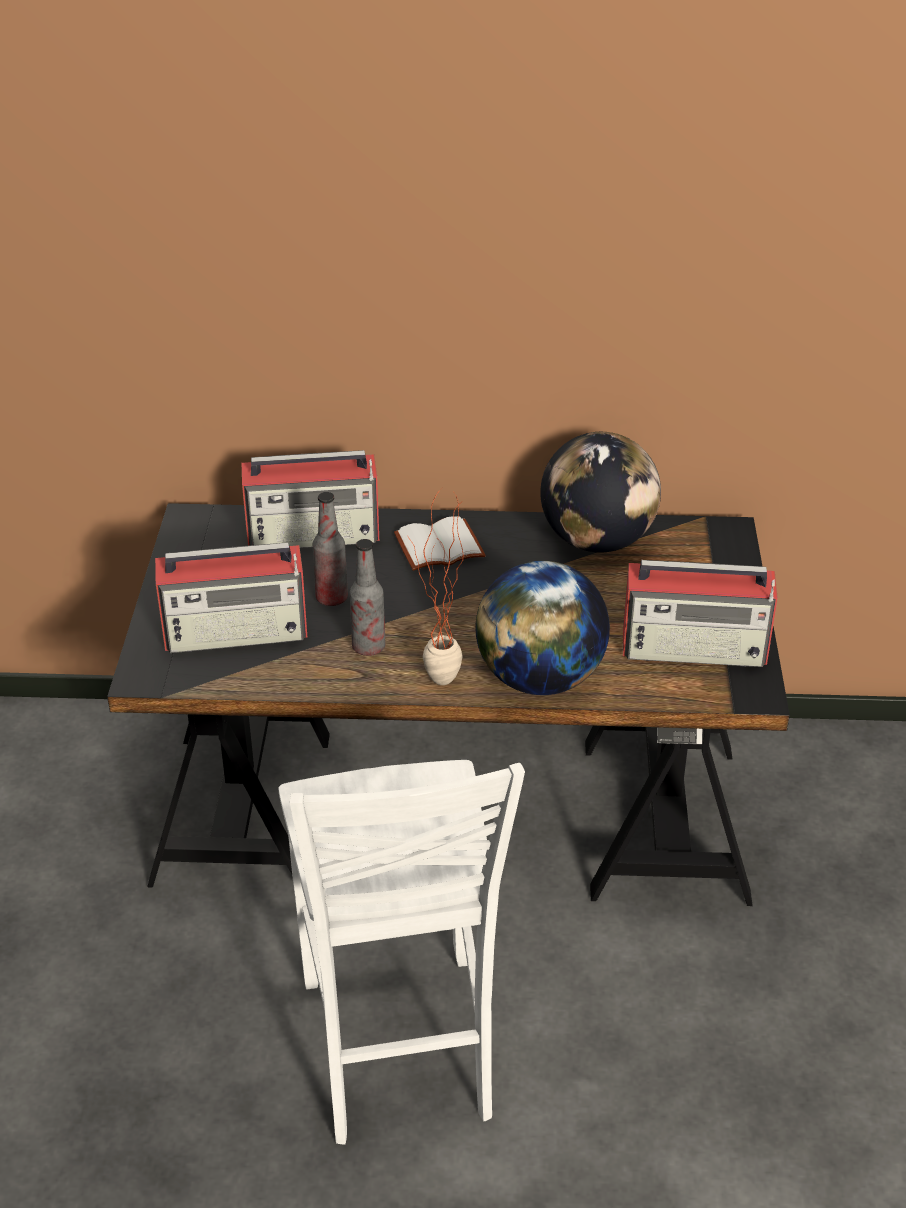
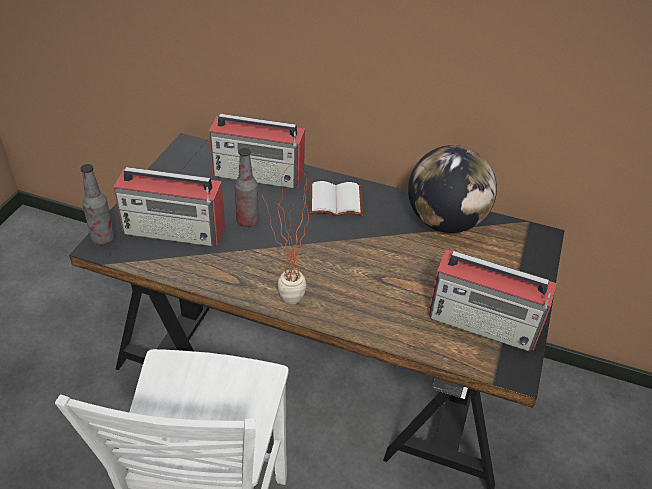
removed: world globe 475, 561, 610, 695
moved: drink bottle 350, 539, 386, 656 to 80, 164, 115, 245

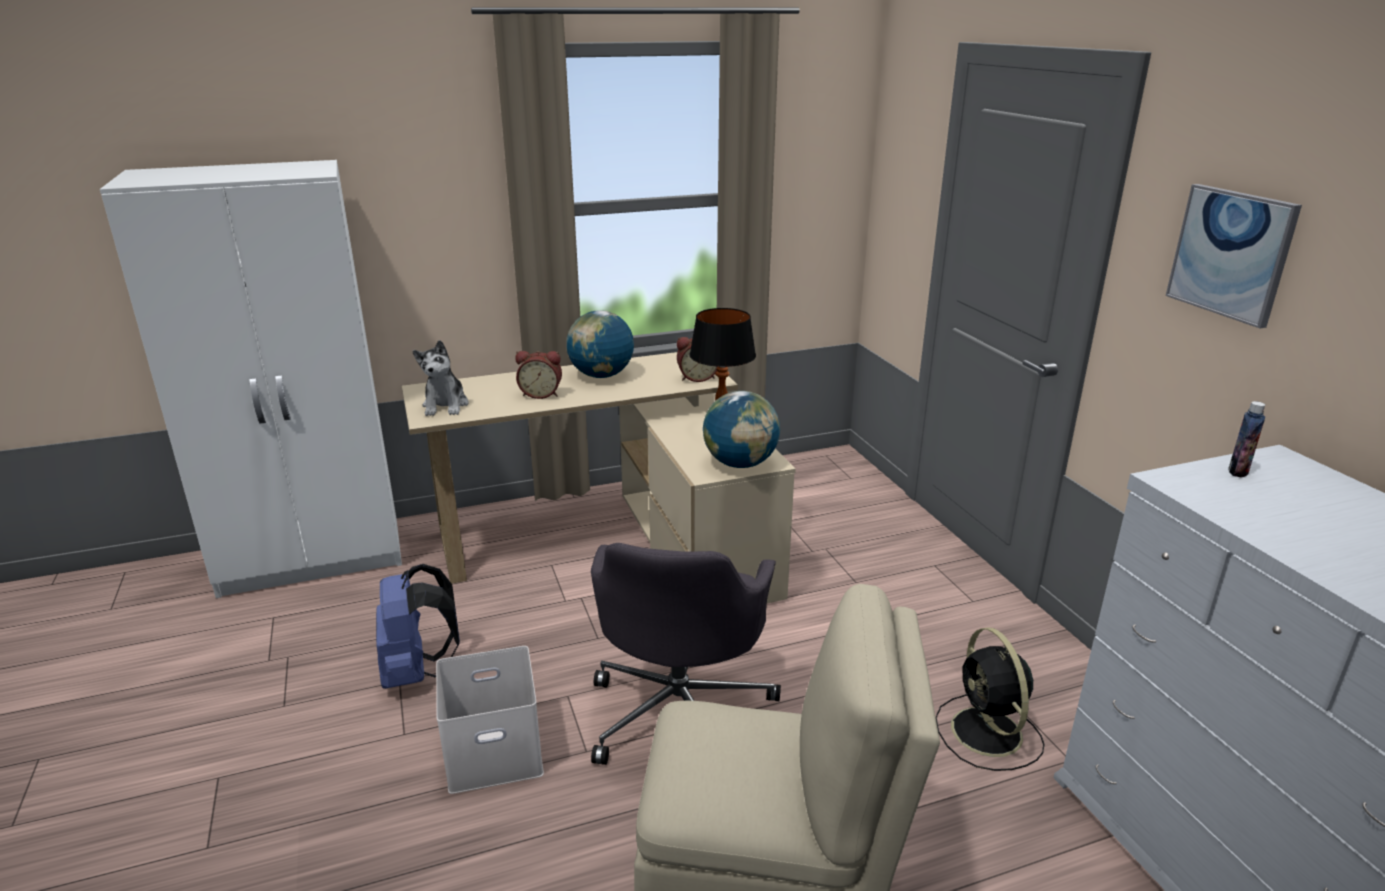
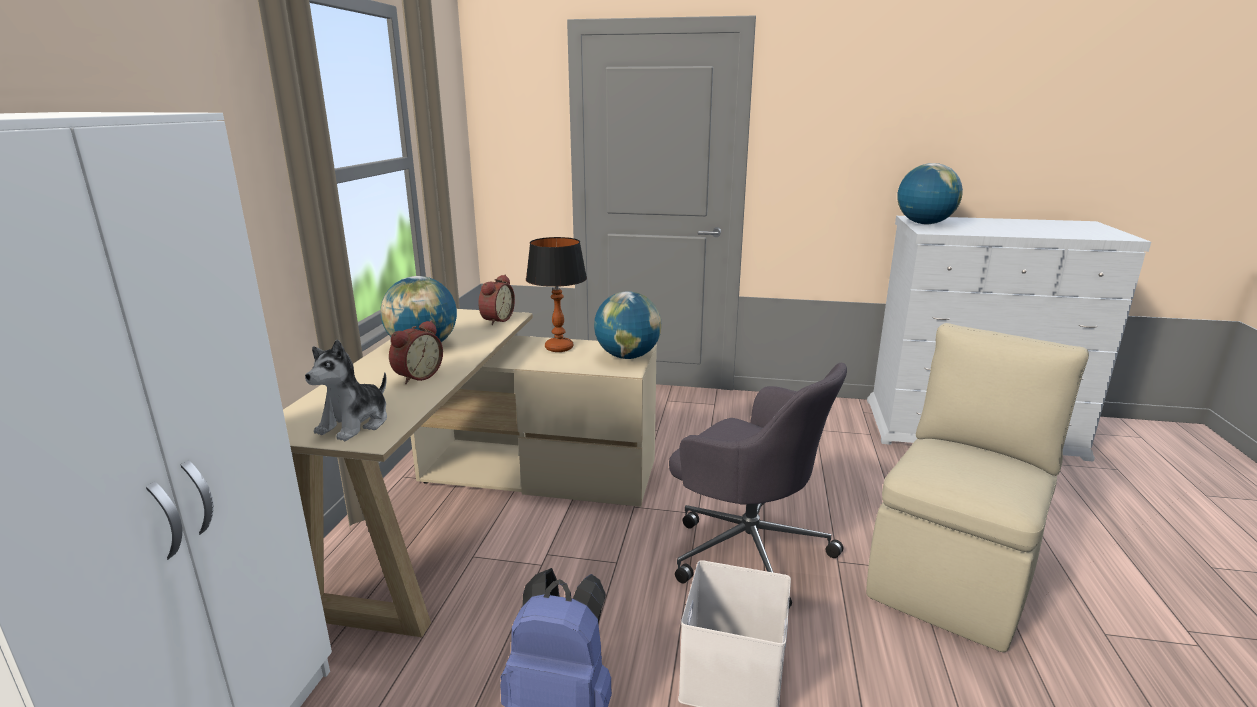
removed: cooling fan in black 936, 628, 1045, 771; wall art 1166, 184, 1302, 328
replaced: drink bottle 1228, 401, 1265, 478 to world globe 897, 163, 963, 224
turned: cuddly toy 413, 340, 469, 416 = 305, 339, 387, 441 90 degrees clockwise

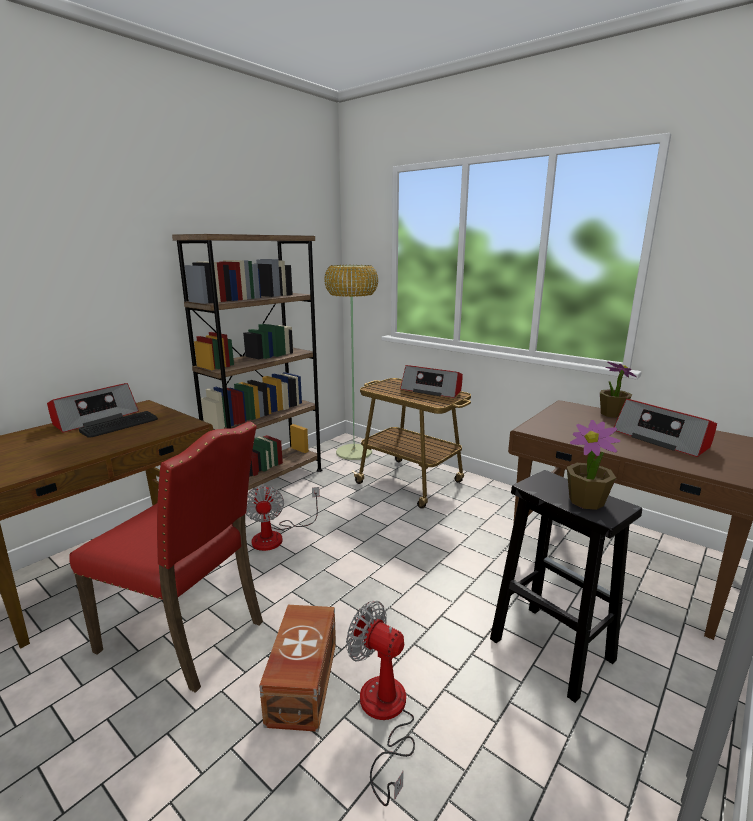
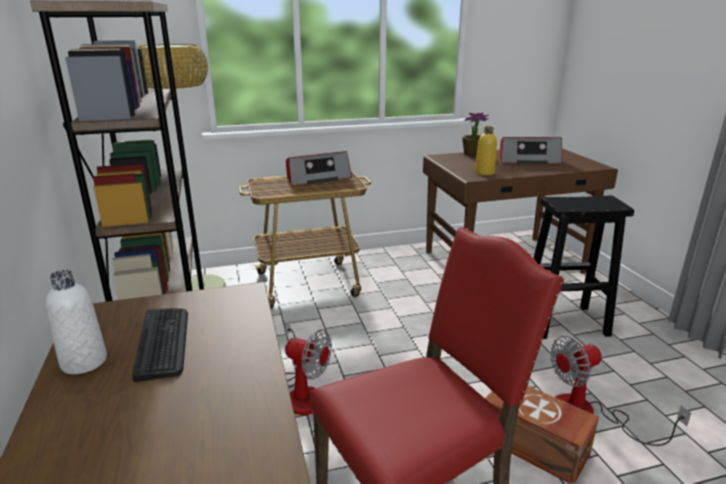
removed: plant in a pot 567, 420, 620, 510
added: drink bottle in yellow 475, 126, 497, 175
replaced: radio set 47, 383, 139, 433 to drink bottle in white 45, 270, 107, 374

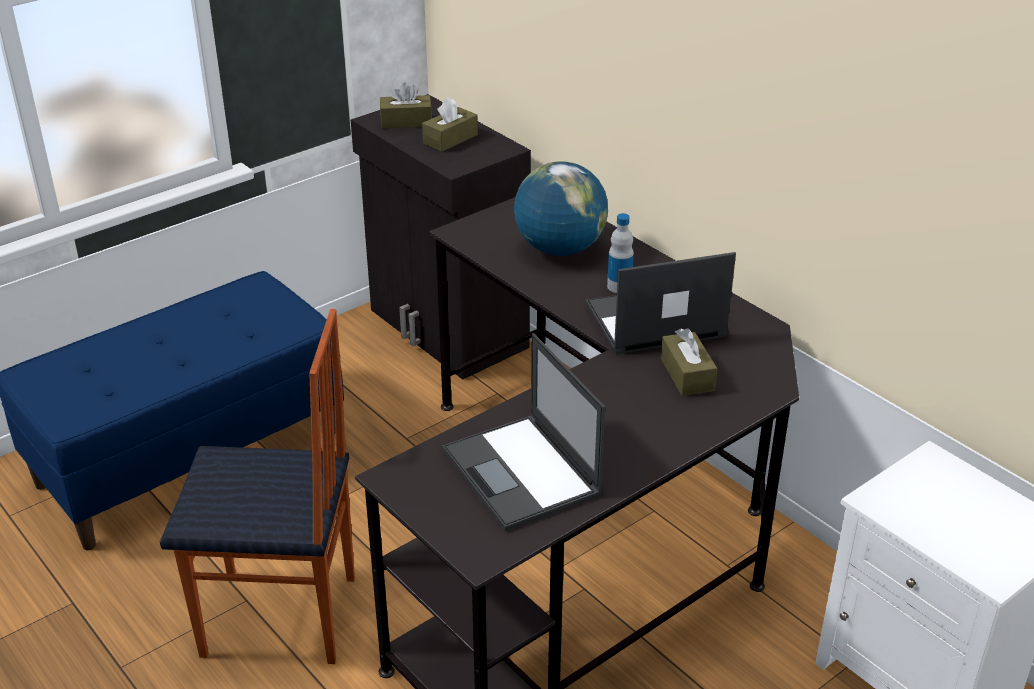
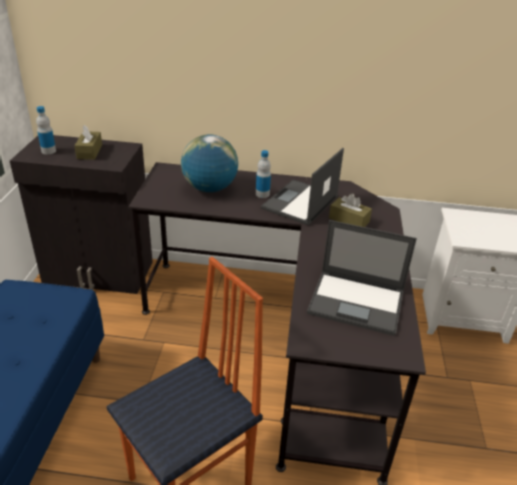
replaced: tissue box in brownish 380, 82, 432, 129 to drink bottle 36, 106, 56, 154

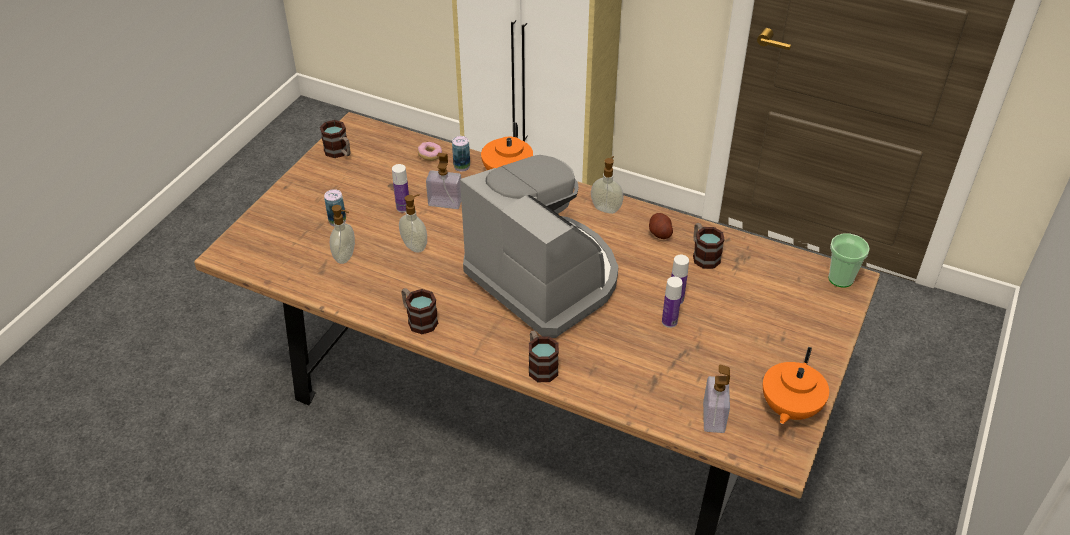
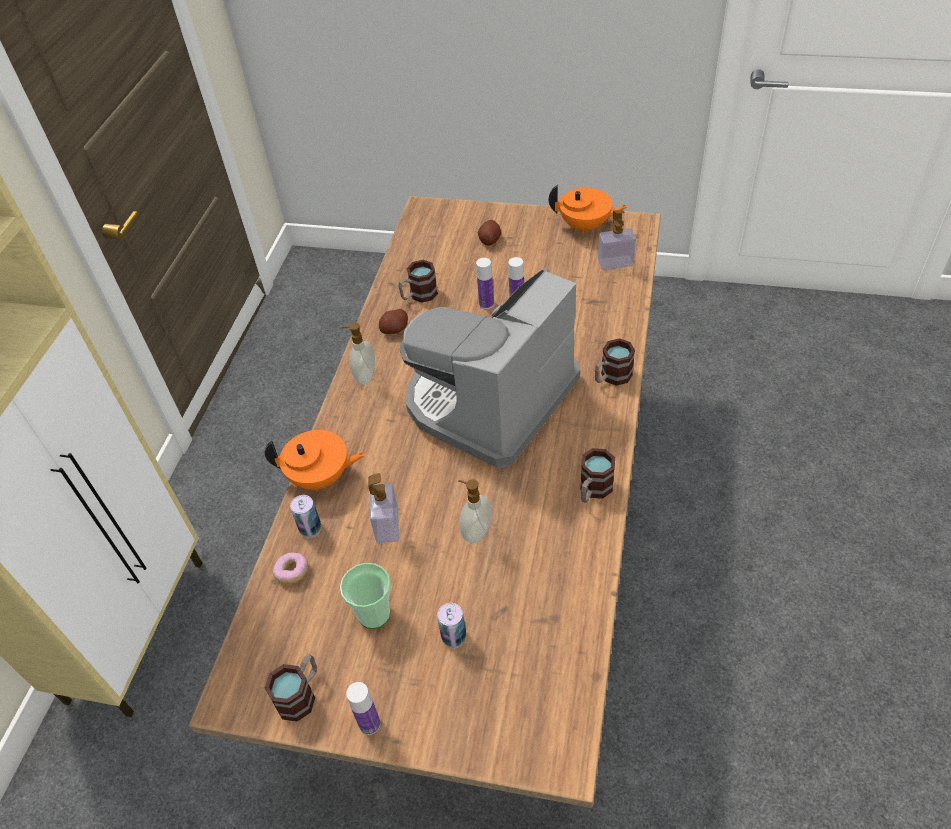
removed: soap dispenser 330, 205, 355, 264
added: whole potato 478, 220, 501, 246
moved: drink bottle 392, 164, 409, 212 to 346, 682, 380, 735; drinking cup 828, 234, 870, 288 to 340, 563, 391, 629

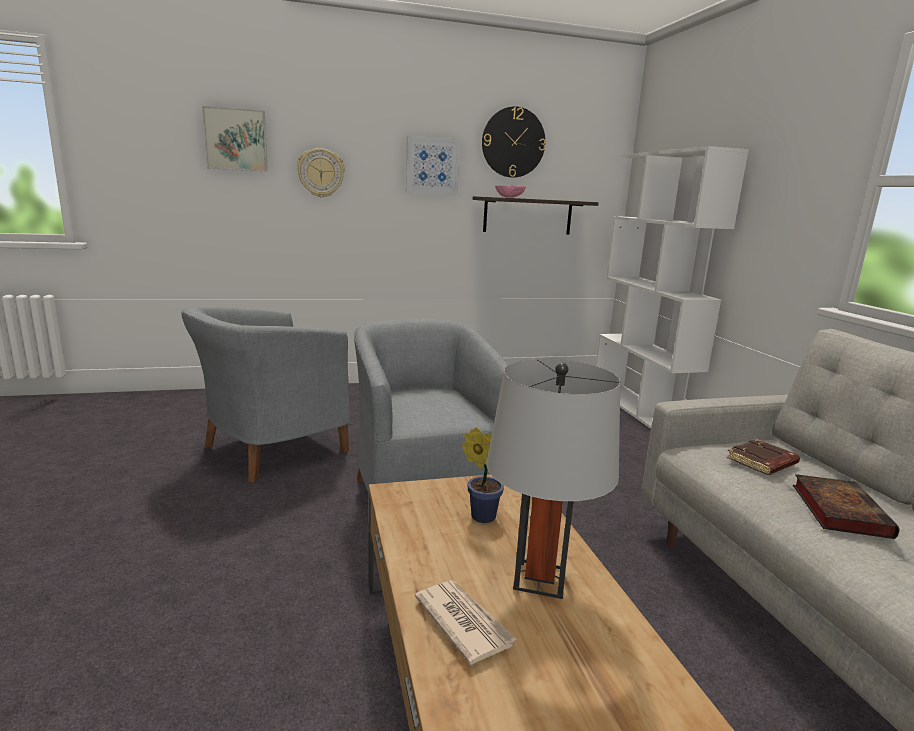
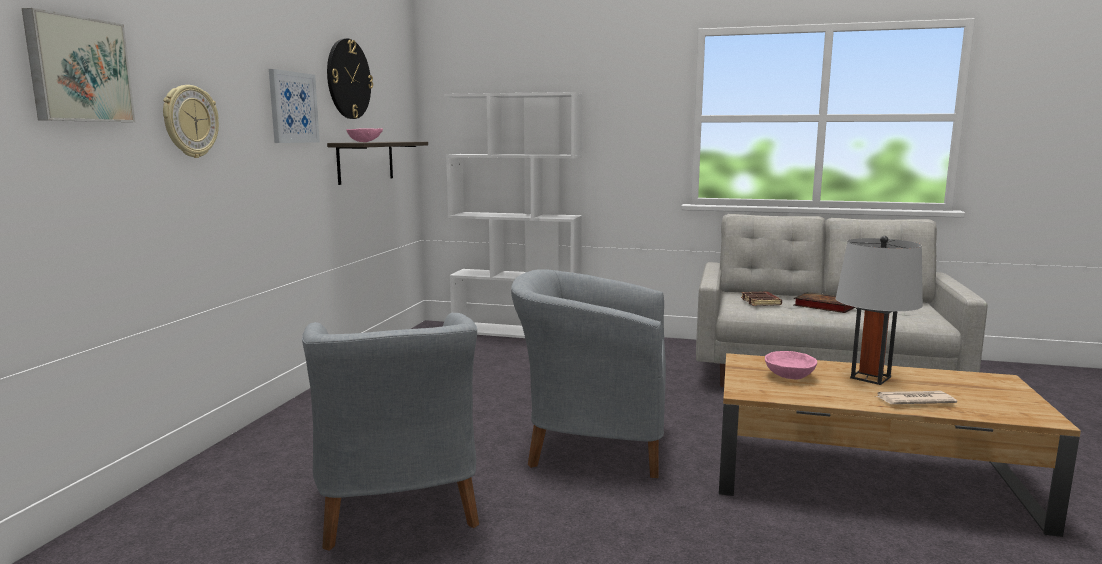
replaced: plant in a pot 462, 427, 504, 523 to deep dish in pink 765, 351, 817, 380

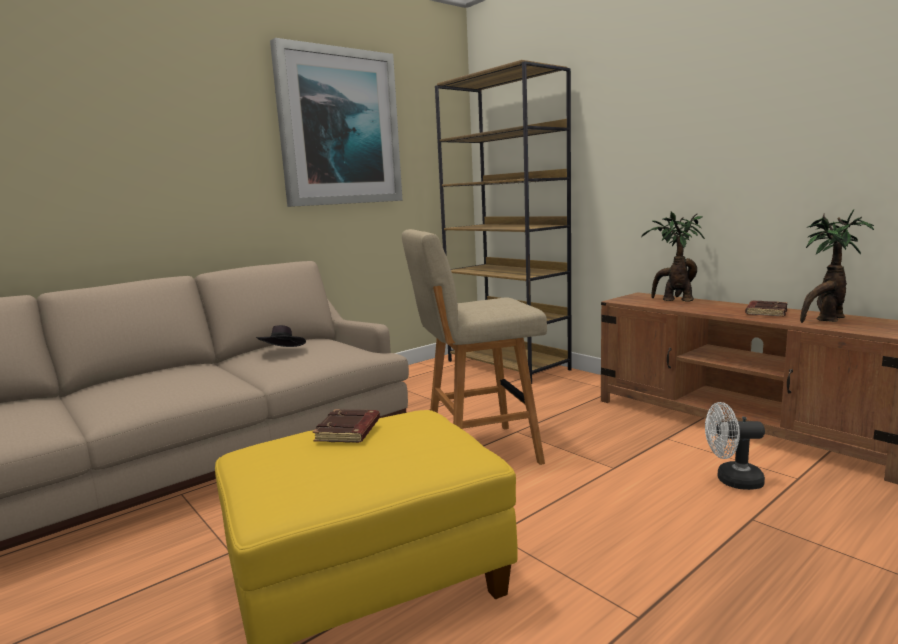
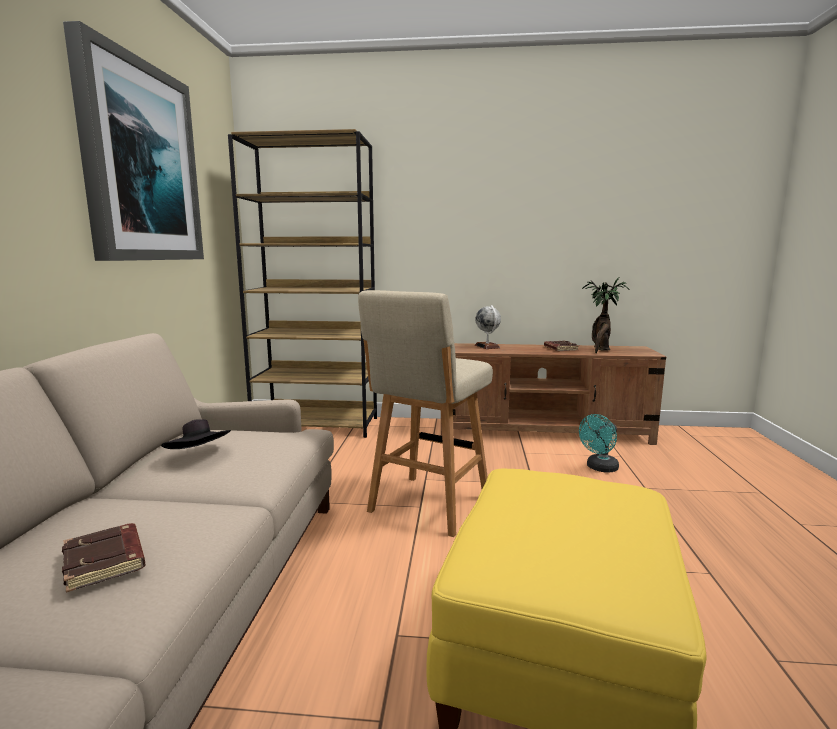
moved: bound book in brownish 313, 409, 380, 443 to 62, 523, 146, 593
replaced: plant in a pot 641, 212, 705, 301 to world globe 475, 305, 501, 349
recoloured: cooling fan in white 705, 402, 765, 490 to cooling fan in turquoise 579, 414, 619, 473

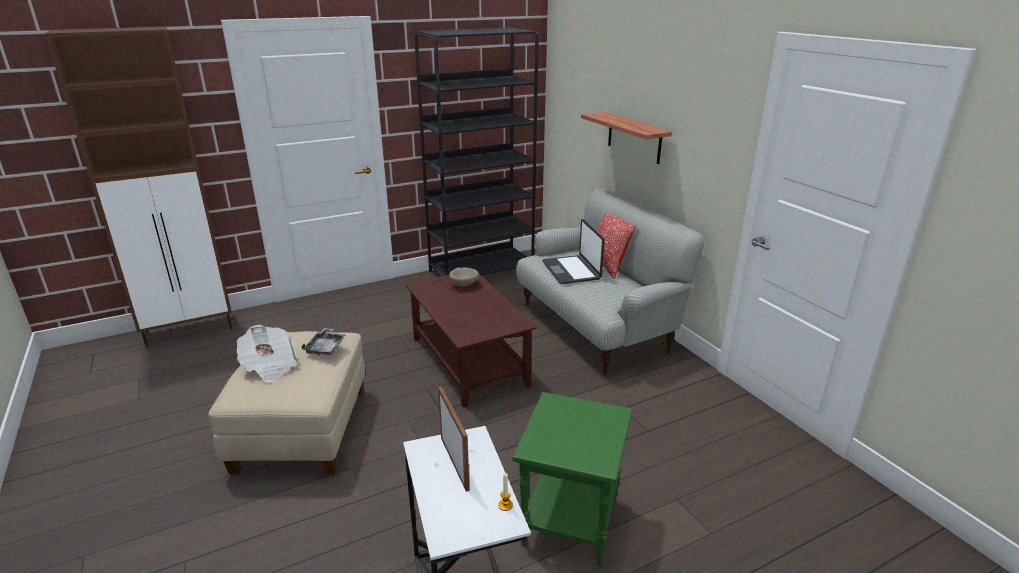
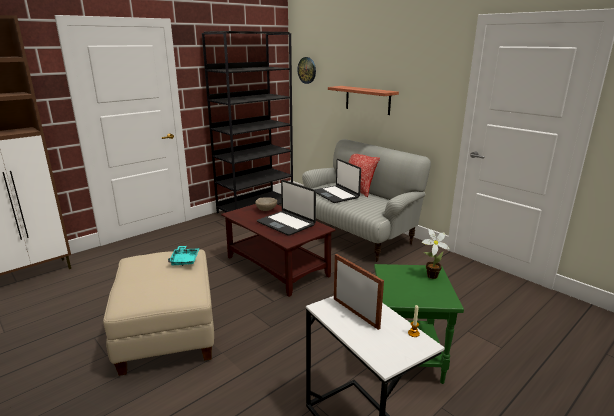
removed: printed paper 237, 325, 298, 383
added: portable computer 257, 180, 316, 236; clock on the wall 297, 57, 316, 84; plant in a pot 422, 229, 450, 279
recoloured: tray in gray 301, 328, 346, 356 to tray in turquoise 168, 246, 200, 266

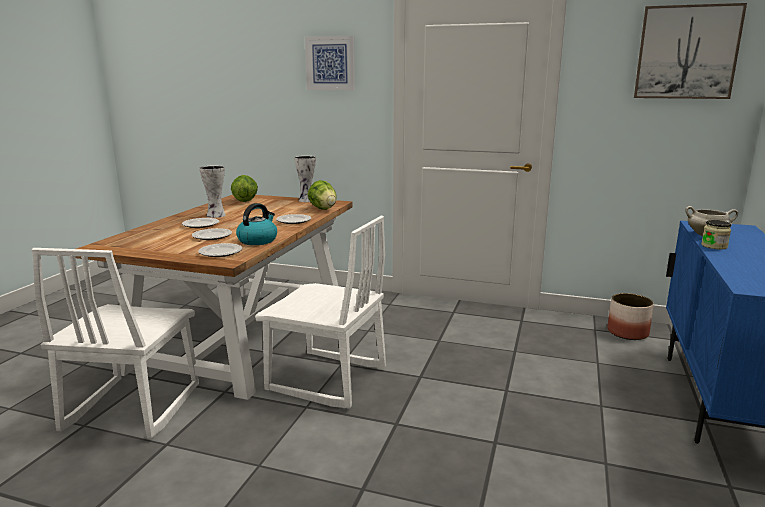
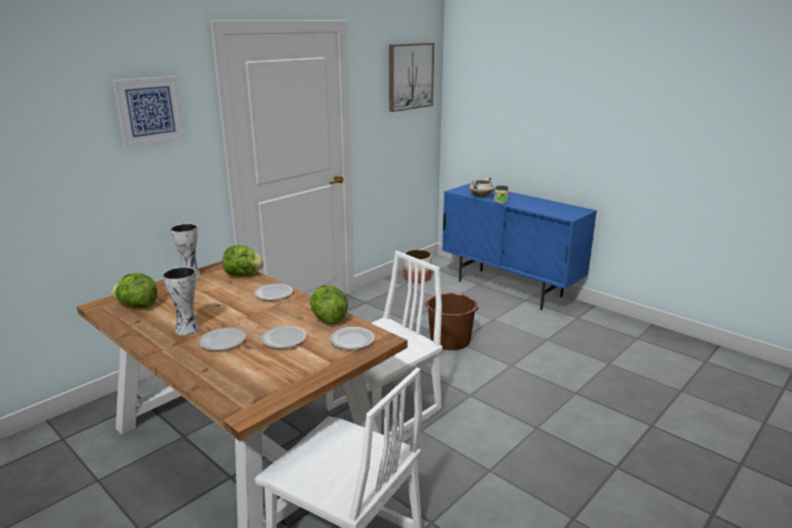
added: water bucket in brownish 425, 293, 479, 350
replaced: water kettle 236, 203, 277, 245 to lettuce 310, 285, 348, 324

